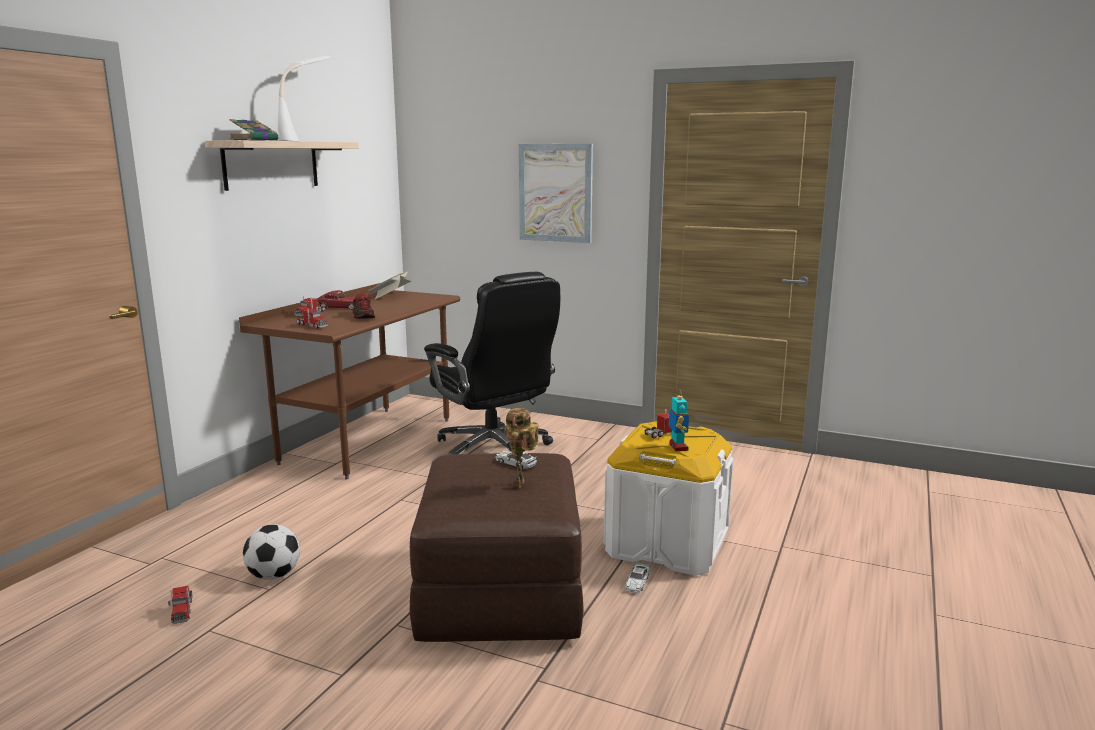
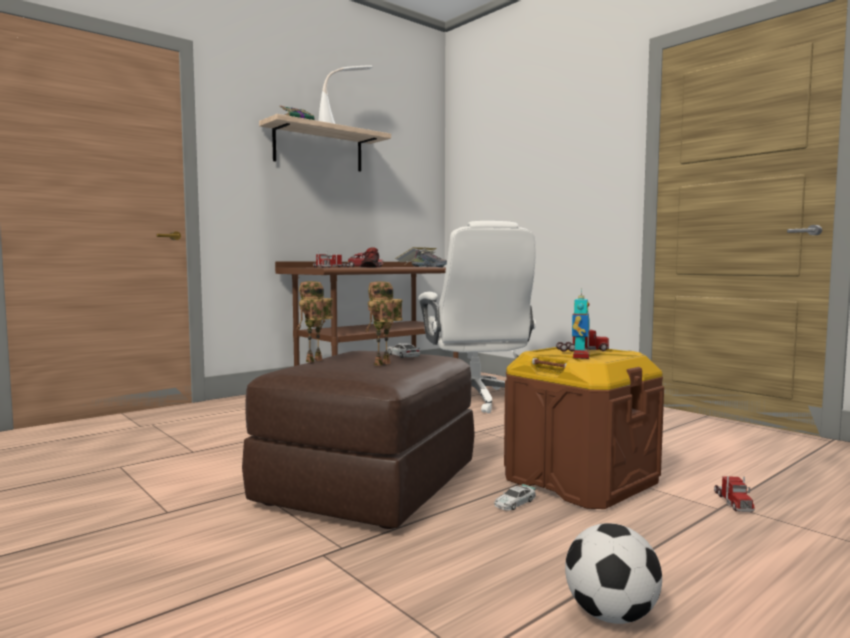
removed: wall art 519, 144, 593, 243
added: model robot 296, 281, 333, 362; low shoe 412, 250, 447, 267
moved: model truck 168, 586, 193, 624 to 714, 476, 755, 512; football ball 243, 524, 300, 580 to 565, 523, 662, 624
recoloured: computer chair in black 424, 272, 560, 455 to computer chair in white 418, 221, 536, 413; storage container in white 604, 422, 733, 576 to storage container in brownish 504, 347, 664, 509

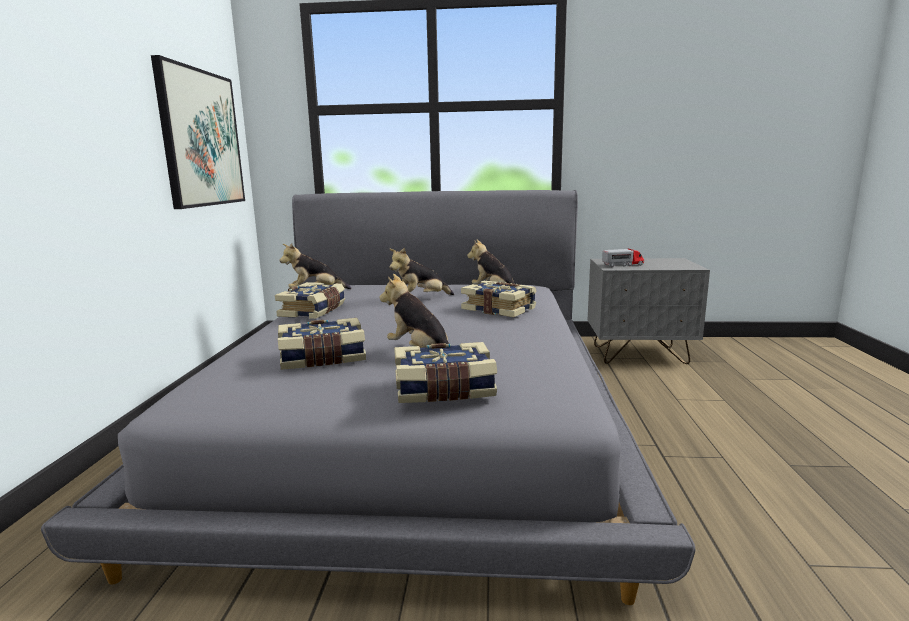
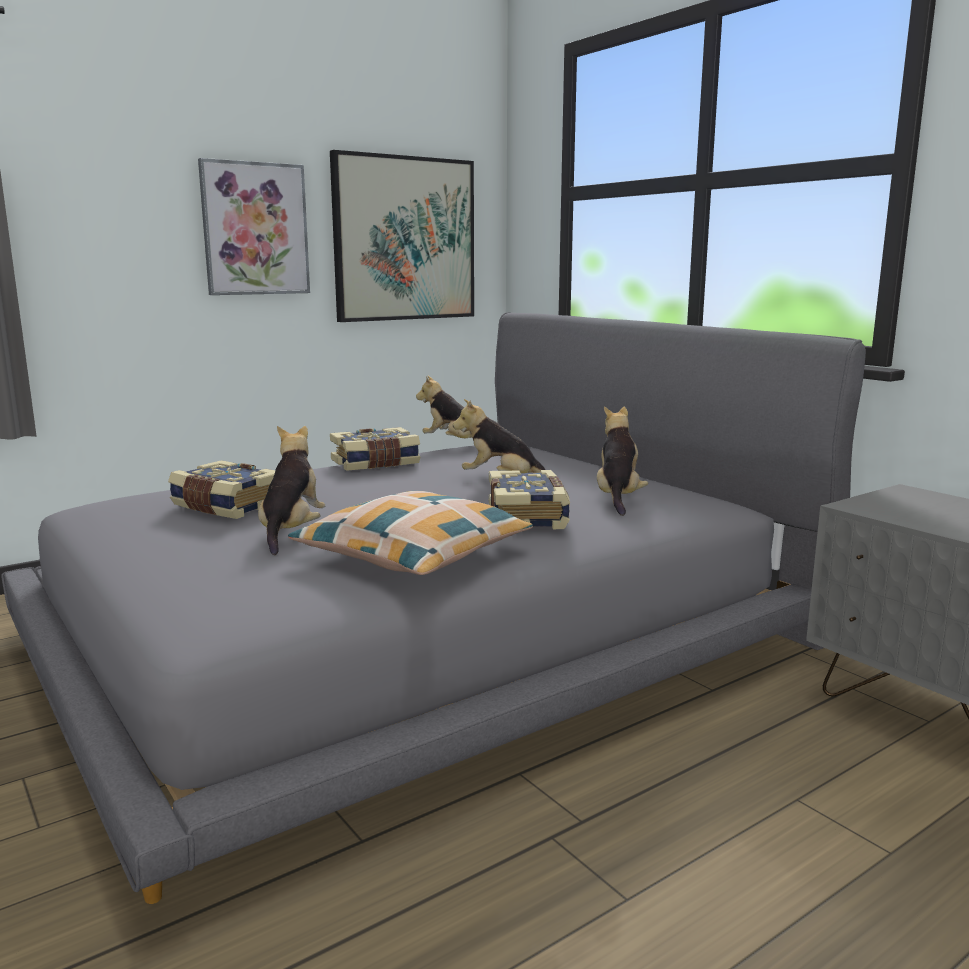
removed: bound book 394, 342, 497, 403; model truck 602, 248, 644, 267
added: wall art 198, 158, 310, 295; pillow 288, 491, 533, 575

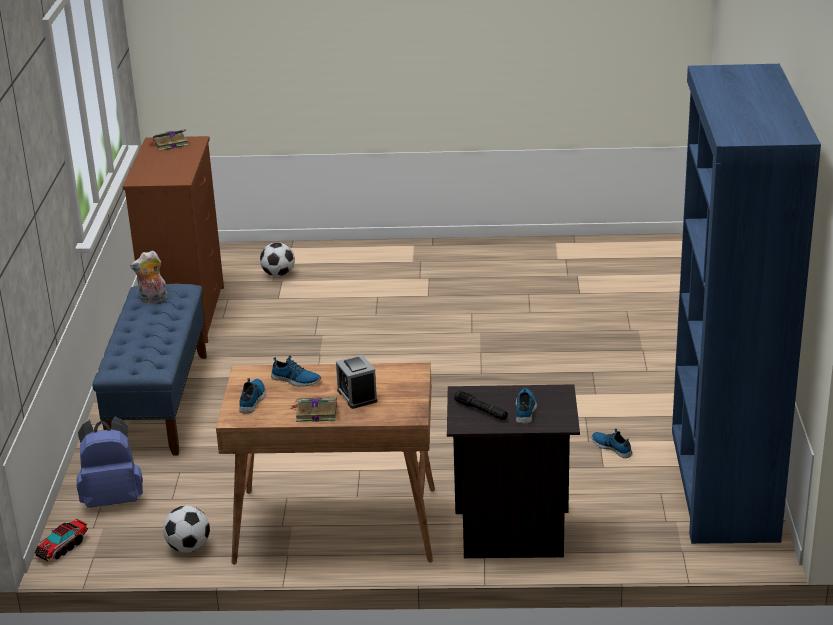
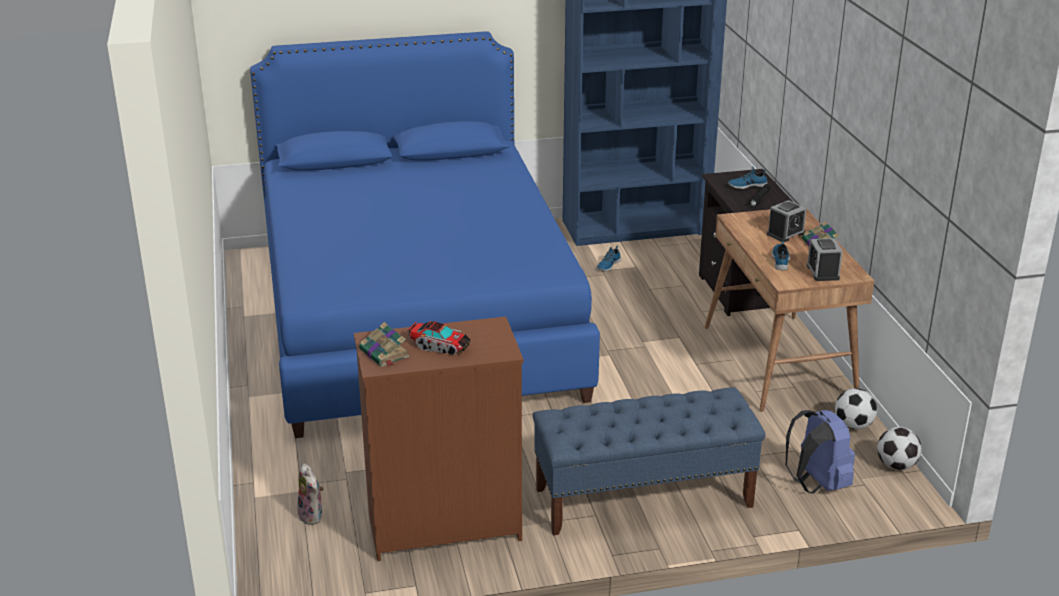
added: bedroom bed in blue 250, 31, 600, 438
moved: model truck 34, 519, 88, 562 to 407, 321, 471, 355; cuddly toy 130, 251, 168, 304 to 297, 463, 324, 525; football ball 260, 242, 295, 277 to 877, 427, 922, 470
replaced: low shoe 239, 378, 266, 414 to bedside clock 807, 238, 843, 281

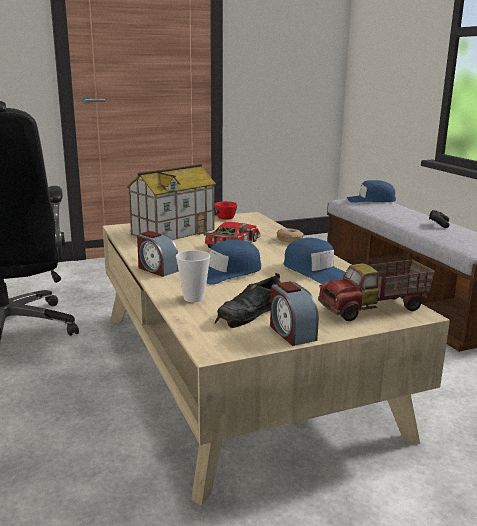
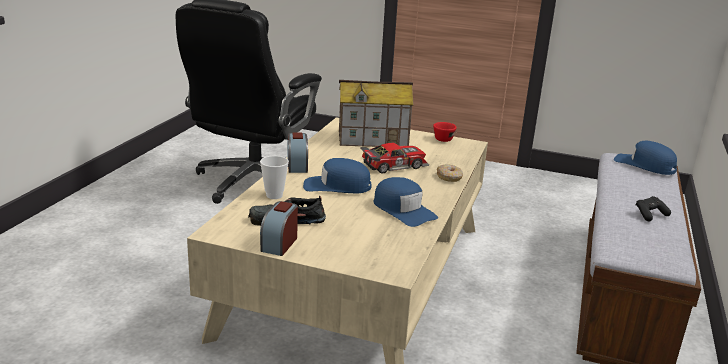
removed: model truck 318, 260, 435, 321
turned: baseball cap in blue 284, 238, 346, 284 = 374, 177, 438, 227 45 degrees counterclockwise

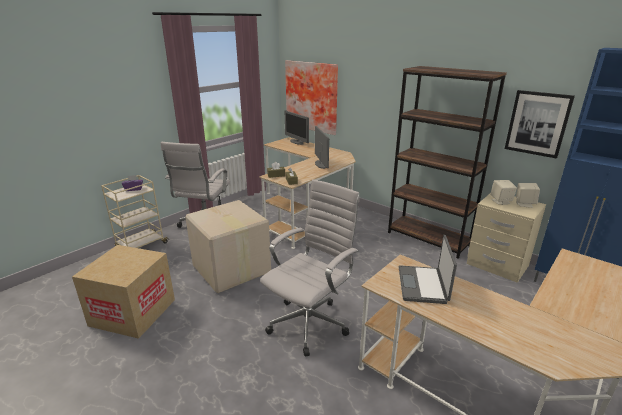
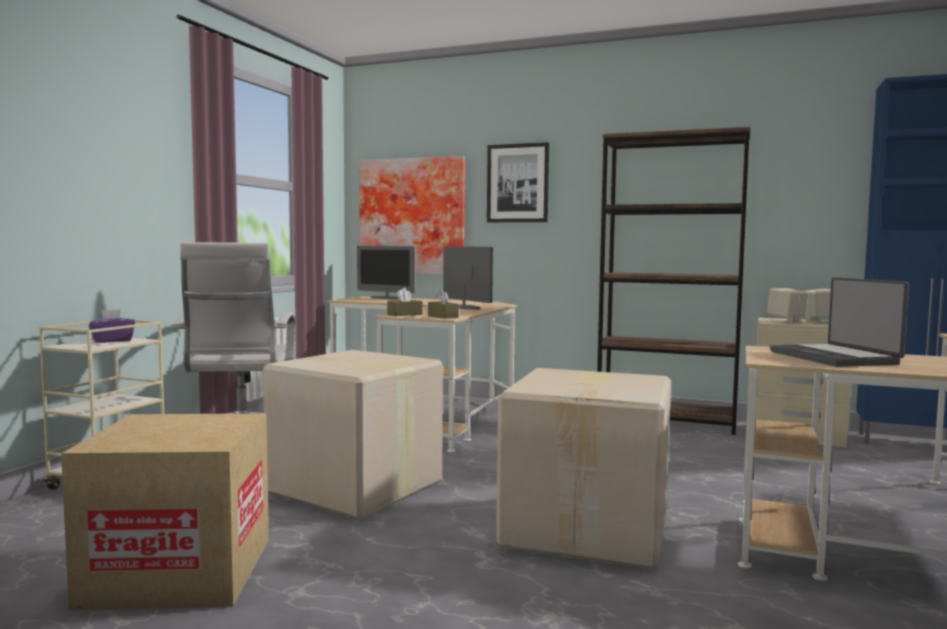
moved: wall art 505, 90, 575, 159 to 487, 142, 549, 222
replaced: computer chair in white 260, 179, 359, 357 to cardboard box 496, 368, 671, 569

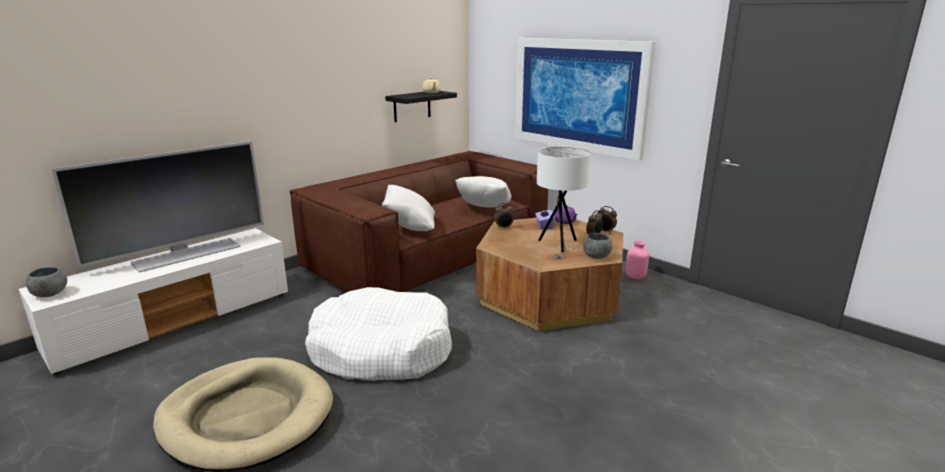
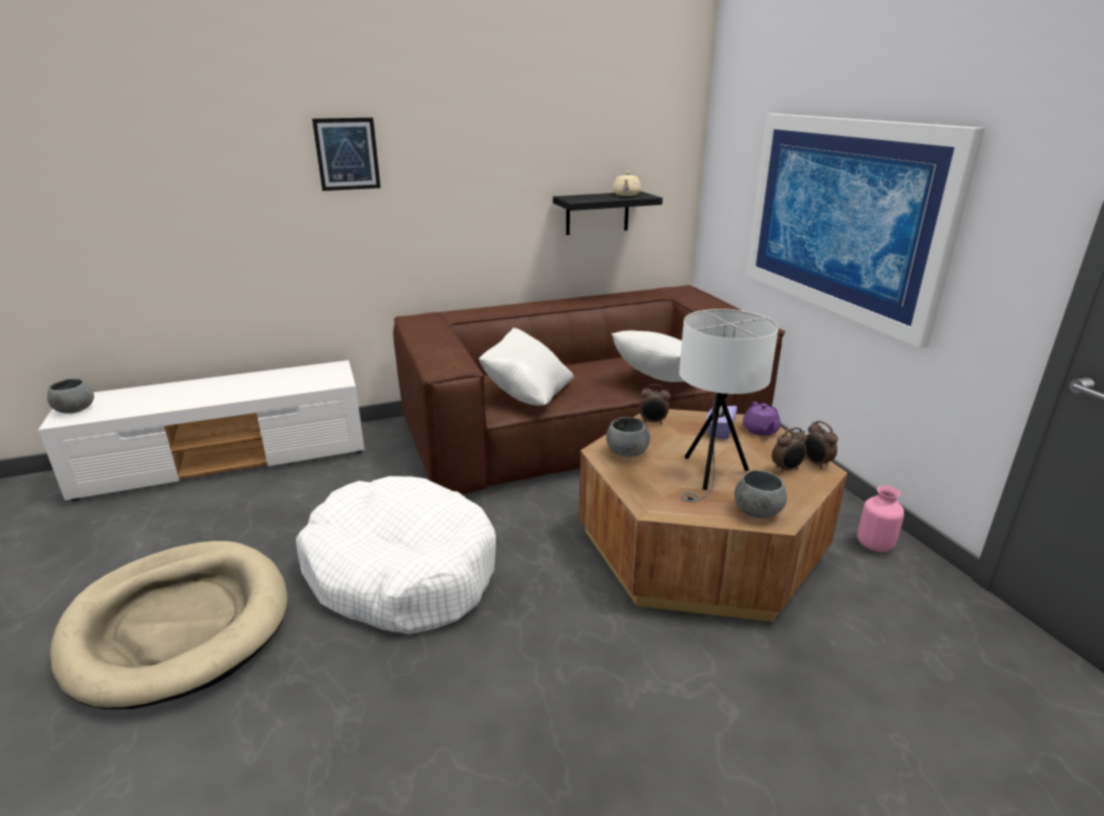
removed: TV set 51, 141, 264, 272
added: wall art 312, 118, 381, 191; deep dish in gray 606, 417, 650, 457

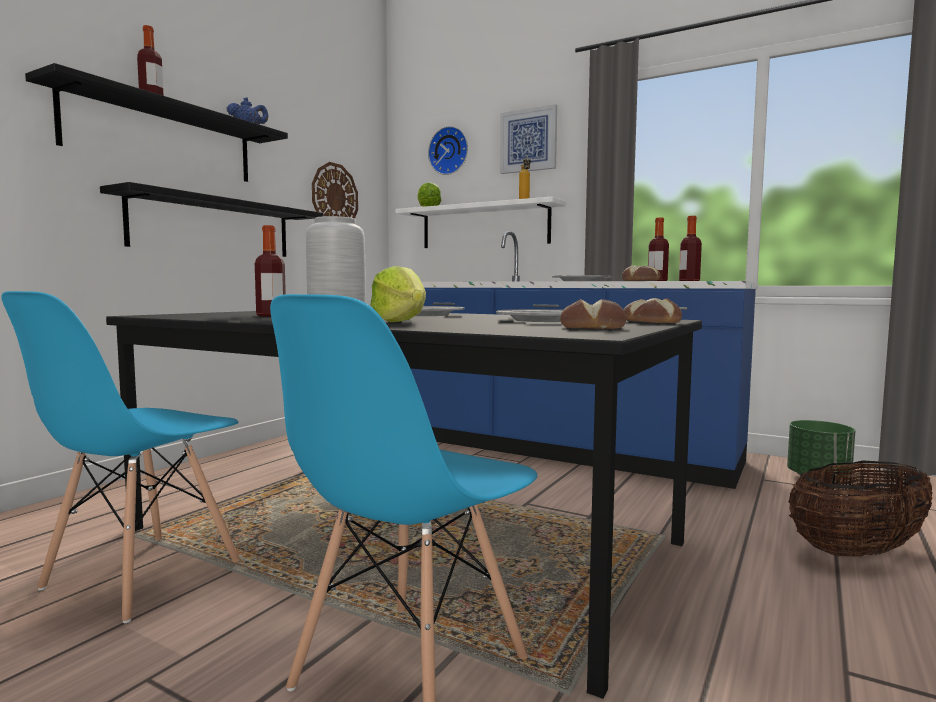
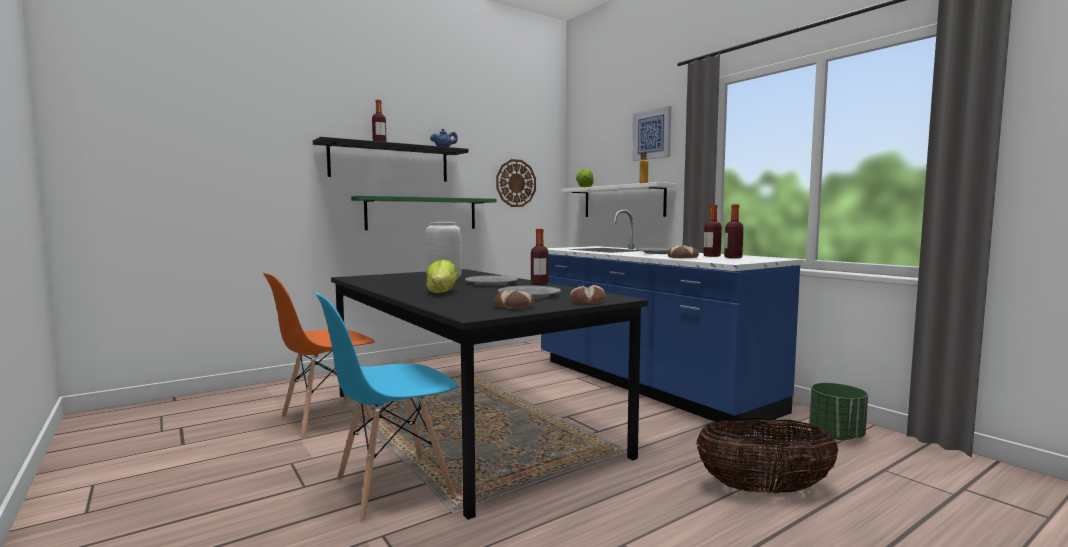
removed: clock on the wall 428, 126, 468, 175
moved: drink bottle 255, 225, 286, 317 to 531, 229, 549, 285
recoloured: plain chair in blue 1, 291, 240, 623 to plain chair in orange 263, 272, 375, 439; wall shelf in black 100, 182, 323, 257 to wall shelf in green-coloured 351, 196, 497, 230

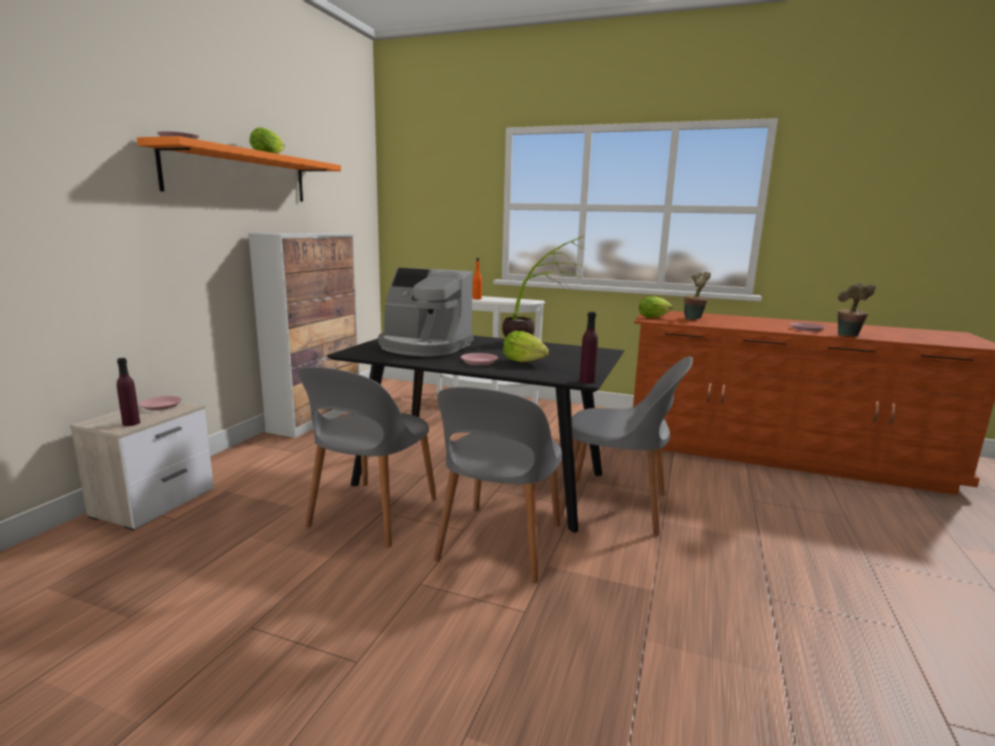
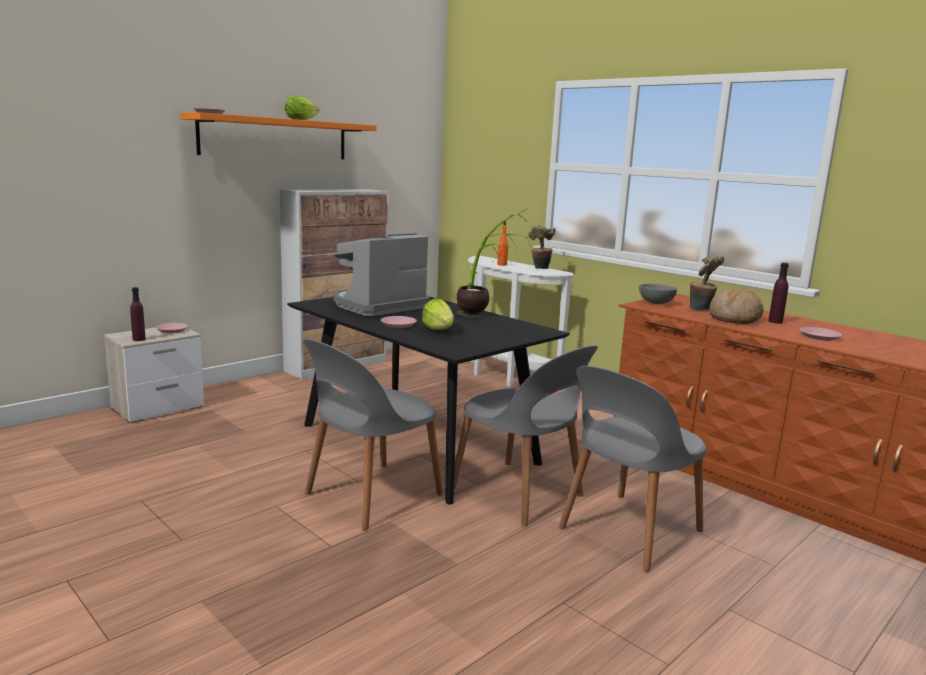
added: bakery bread 709, 289, 764, 324
moved: plain chair in gray 298, 367, 437, 547 to 559, 366, 707, 572; drink bottle in purple-coloured 579, 312, 598, 383 to 768, 263, 789, 324; plant in a pot 838, 282, 876, 336 to 529, 225, 556, 269
replaced: lettuce 639, 296, 672, 318 to deep dish in gray 639, 284, 677, 304
turned: coffee maker 378, 268, 474, 357 = 334, 233, 430, 316 90 degrees clockwise

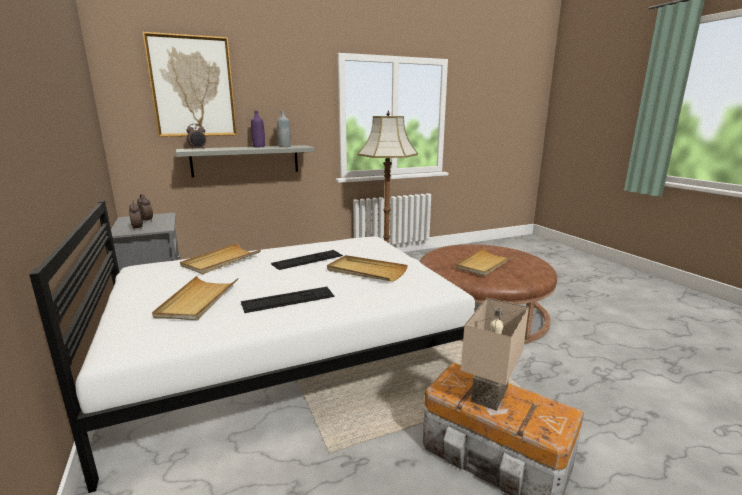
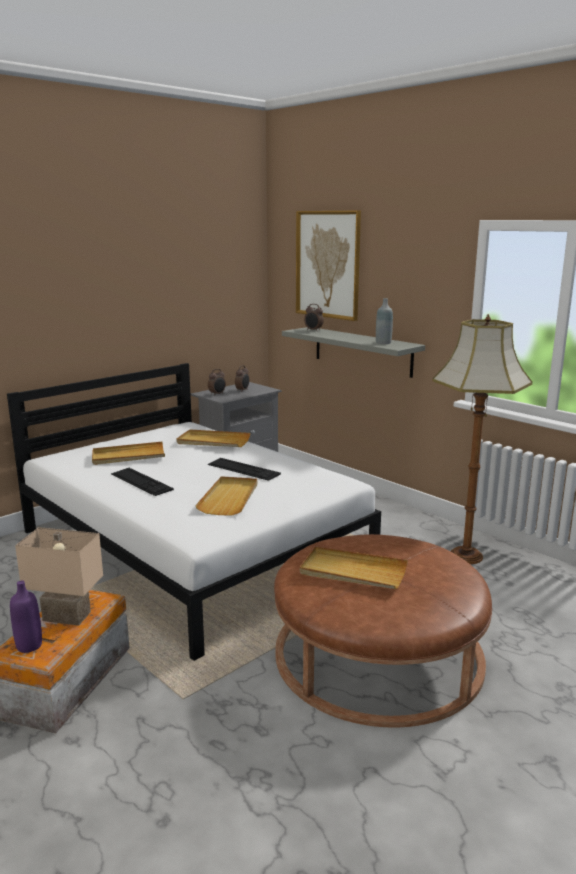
moved: drink bottle in purple-coloured 251, 111, 265, 147 to 10, 581, 42, 653

